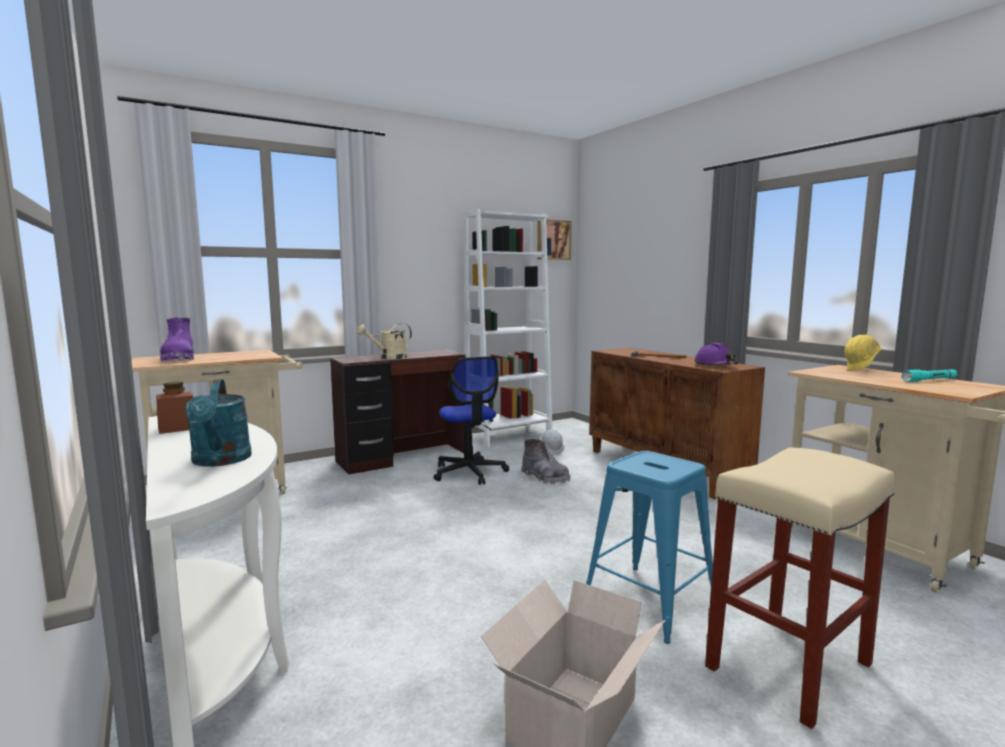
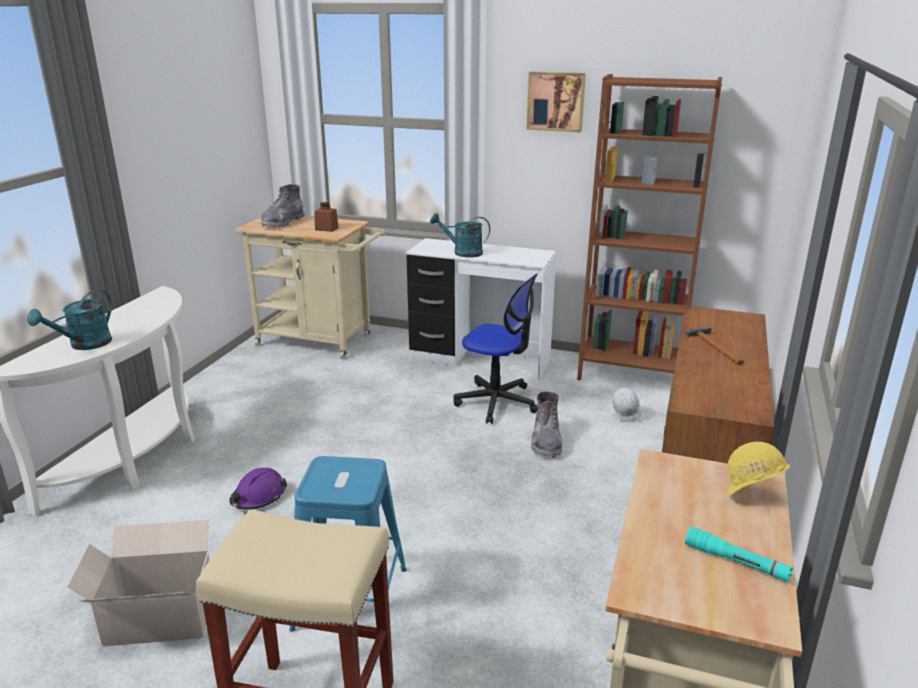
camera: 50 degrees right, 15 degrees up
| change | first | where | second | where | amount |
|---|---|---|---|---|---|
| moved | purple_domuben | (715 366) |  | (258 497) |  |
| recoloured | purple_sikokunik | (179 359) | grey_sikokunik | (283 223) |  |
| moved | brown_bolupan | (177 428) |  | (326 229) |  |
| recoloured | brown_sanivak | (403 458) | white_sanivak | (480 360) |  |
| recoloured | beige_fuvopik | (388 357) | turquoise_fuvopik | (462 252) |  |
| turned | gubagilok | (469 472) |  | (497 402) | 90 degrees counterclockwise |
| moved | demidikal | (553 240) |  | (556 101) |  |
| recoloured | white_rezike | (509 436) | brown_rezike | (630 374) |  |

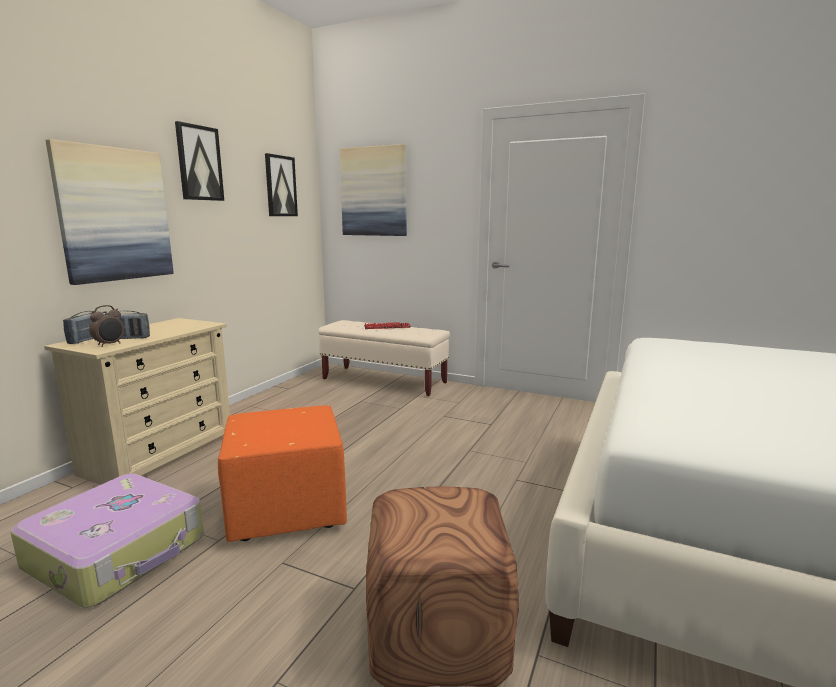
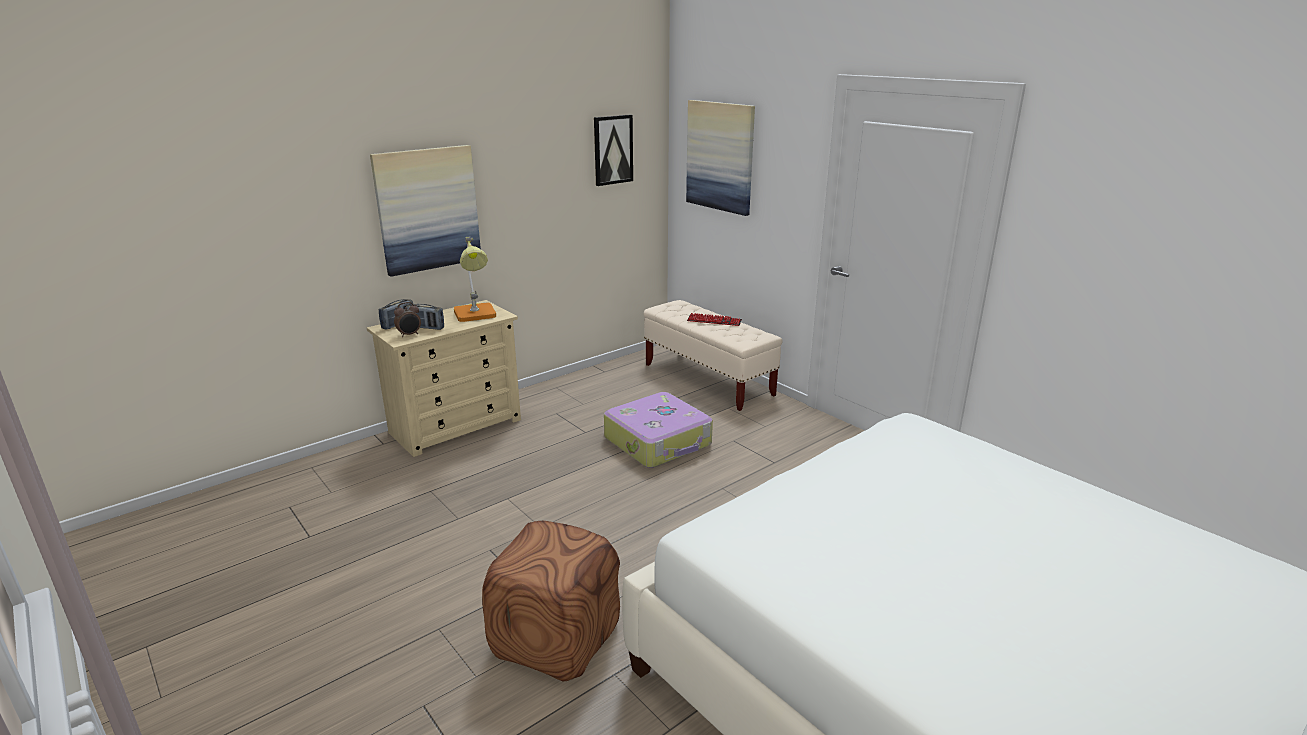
camera: 25 degrees right, 10 degrees up
| change | first | where | second | where | amount |
|---|---|---|---|---|---|
| added |  |  | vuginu | (476 315) |  |
| moved | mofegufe | (119 552) |  | (659 442) |  |
| removed | demidikal | (199 163) |  |  |  |
| removed | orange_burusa | (287 509) |  |  |  |

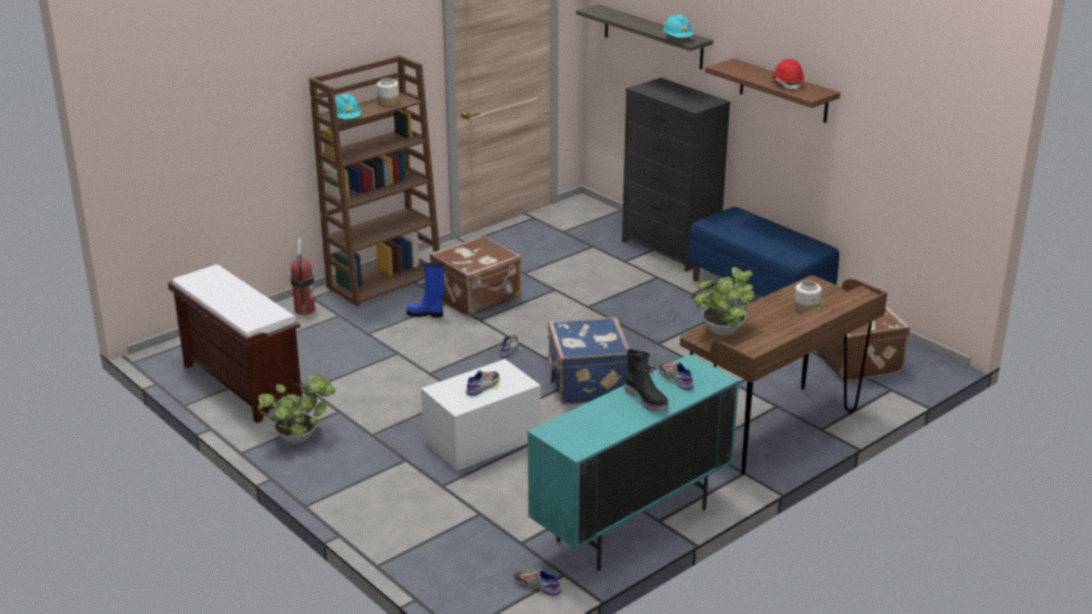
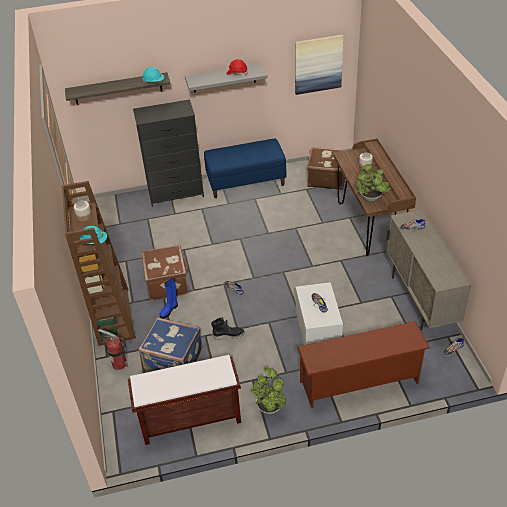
camera: 60 degrees left, 15 degrees up
| change | first | where | second | where | amount |
|---|---|---|---|---|---|
| moved | blue_mofegufe | (586 384) |  | (173 360) |  |
| recoloured | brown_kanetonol | (783 91) | grey_kanetonol | (224 78) |  |
| moved | black_sikokunik | (647 400) |  | (228 335) |  |
| added |  |  | demidikal | (318 64) |  |
| added |  |  | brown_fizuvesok | (359 383) |  |
| recoloured | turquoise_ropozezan | (632 525) | beige_ropozezan | (420 300) |  |

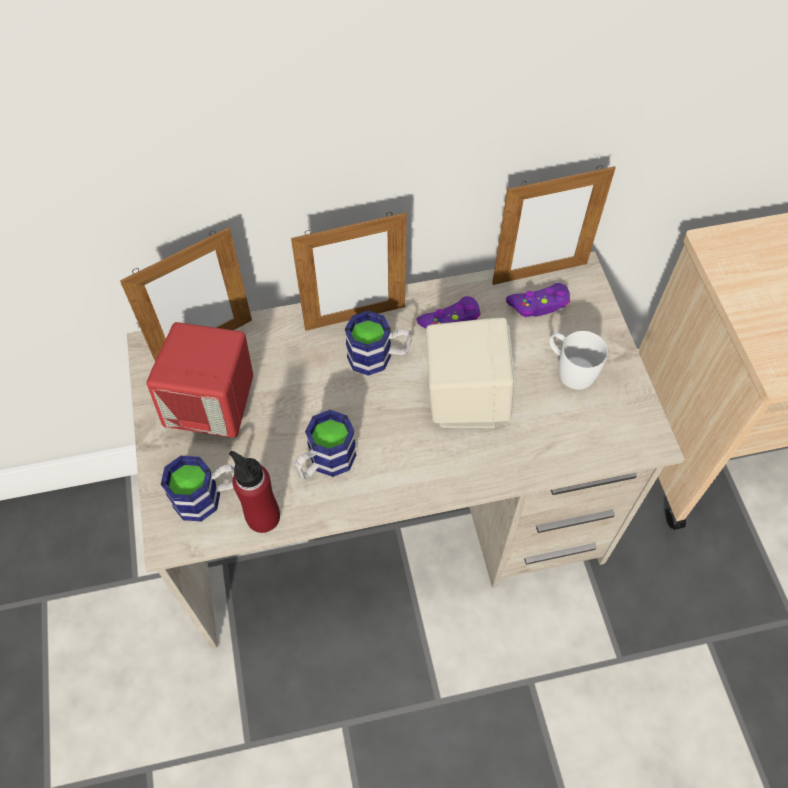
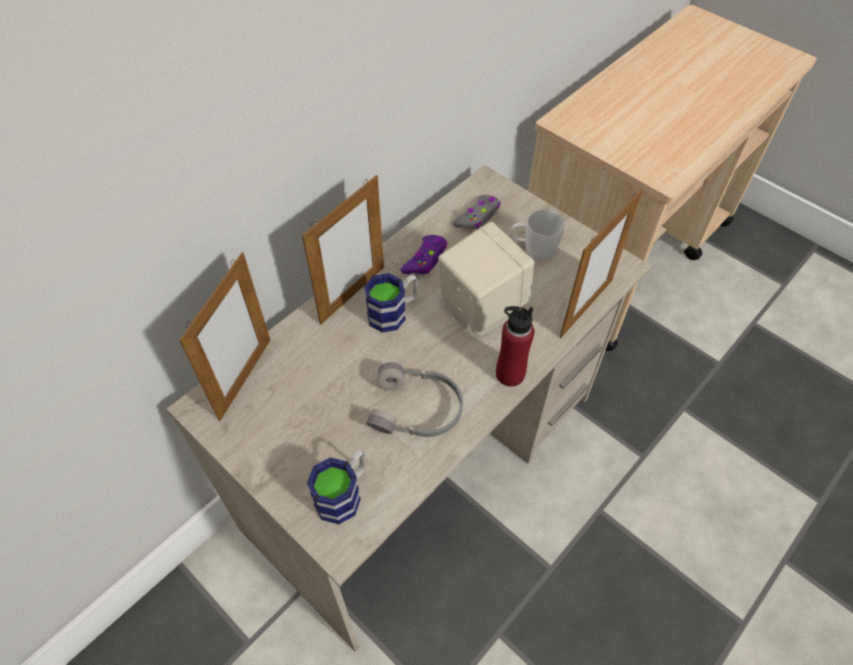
camera: 35 degrees left, 5 degrees down
| change | first | where | second | where | amount |
|---|---|---|---|---|---|
| replaced | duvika | (325 462) | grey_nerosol | (416 410) |  |
| recoloured | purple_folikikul | (539 304) | grey_folikikul | (477 217) |  |
| moved | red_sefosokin | (263 516) |  | (510 374) |  |
| moved | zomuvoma | (539 273) |  | (586 308) |  |
| removed | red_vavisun | (214 407) |  |  |  |

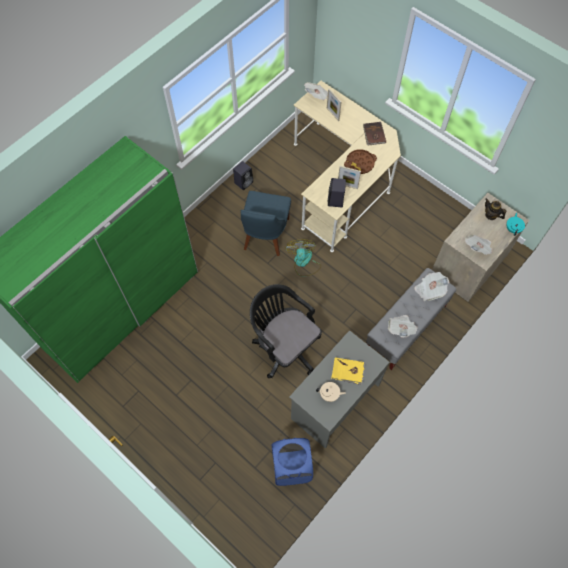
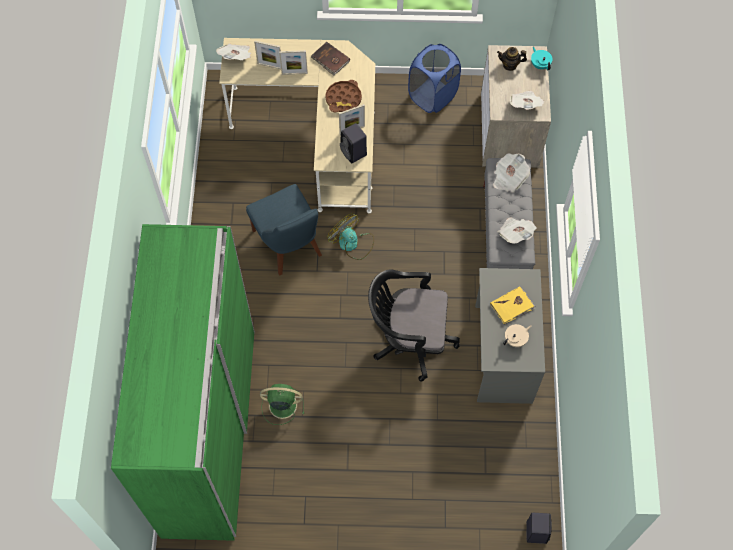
camera: 40 degrees left, 0 degrees up
| change | first | where | second | where | amount |
|---|---|---|---|---|---|
| added |  |  | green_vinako | (281 405) |  |
| added |  |  | zomuvoma | (294 73) |  |
| moved | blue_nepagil | (291 468) |  | (432 96) |  |
| moved | black_vavisun | (244 182) |  | (536 531) |  |

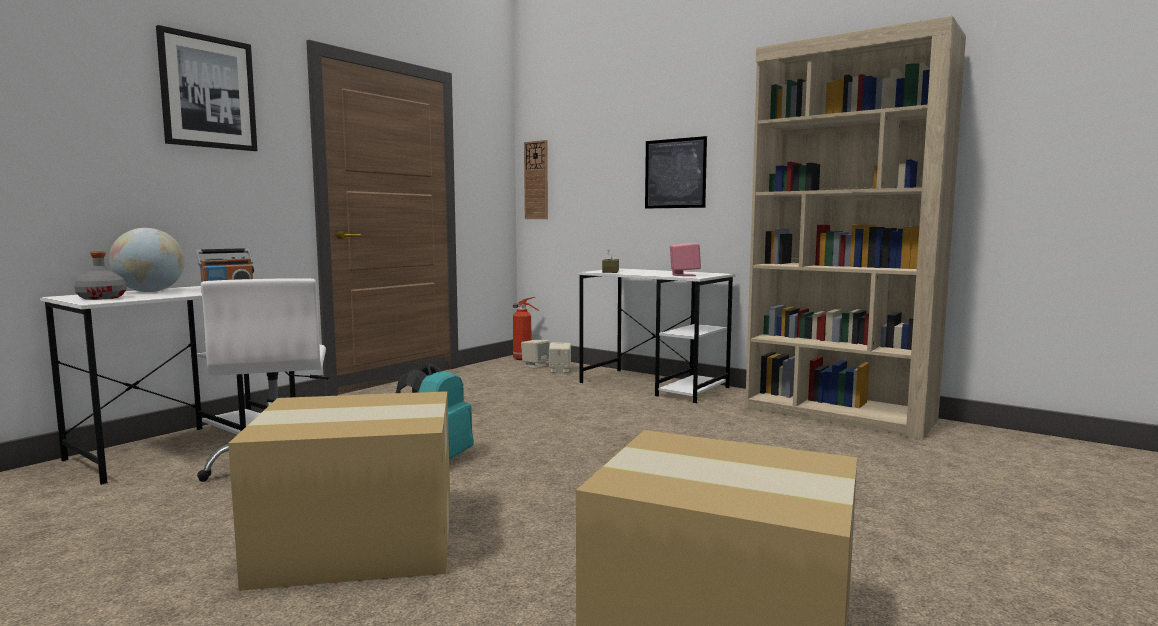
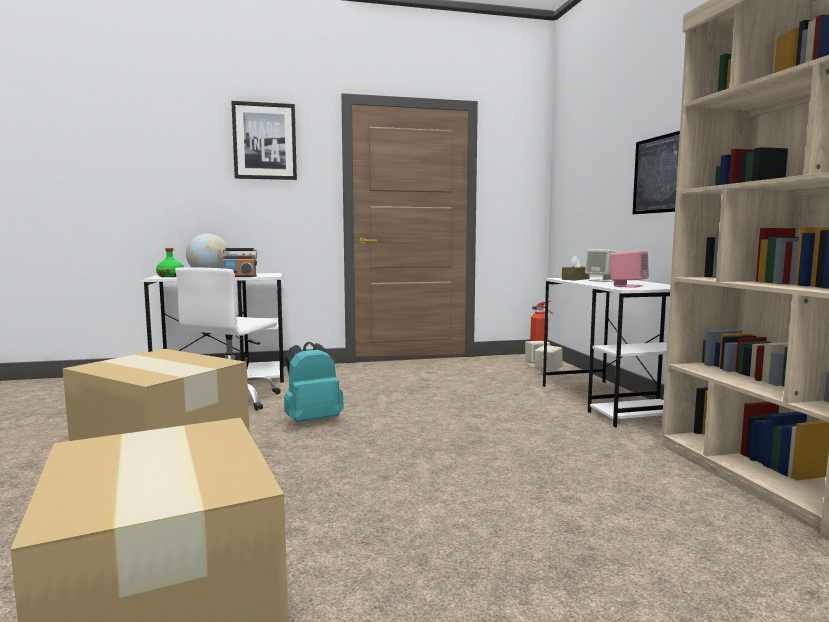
camera: 40 degrees right, 0 degrees up
| change | first | where | second | where | amount |
|---|---|---|---|---|---|
| recoloured | grey_sefosokin | (102 298) | green_sefosokin | (171 276) |  |
| added |  |  | beige_vavisun | (602 280) |  |
| removed | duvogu | (536 180) |  |  |  |

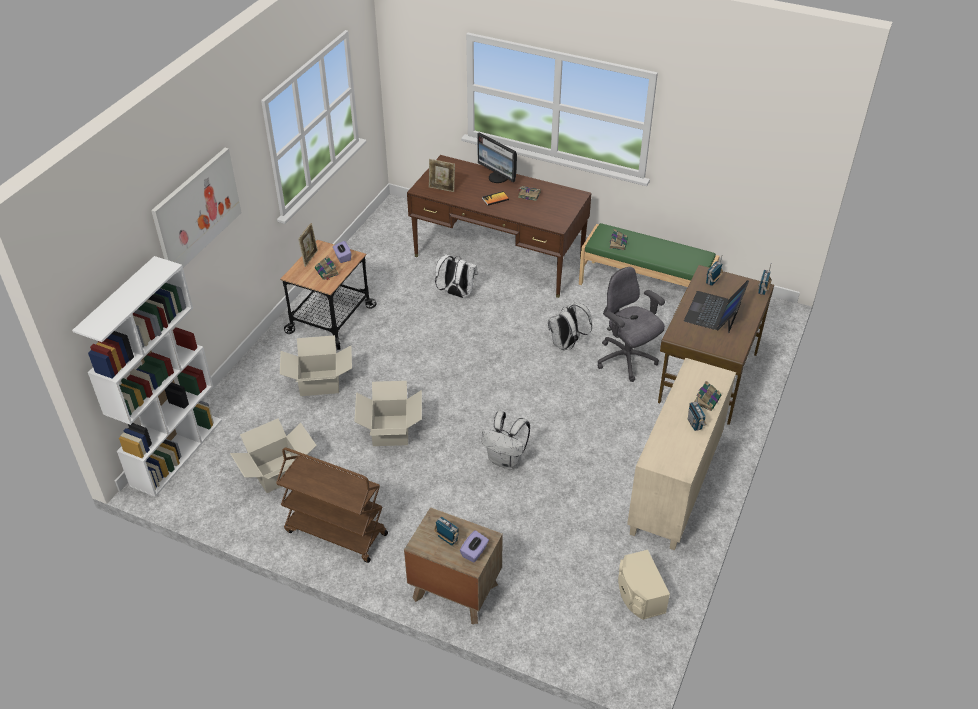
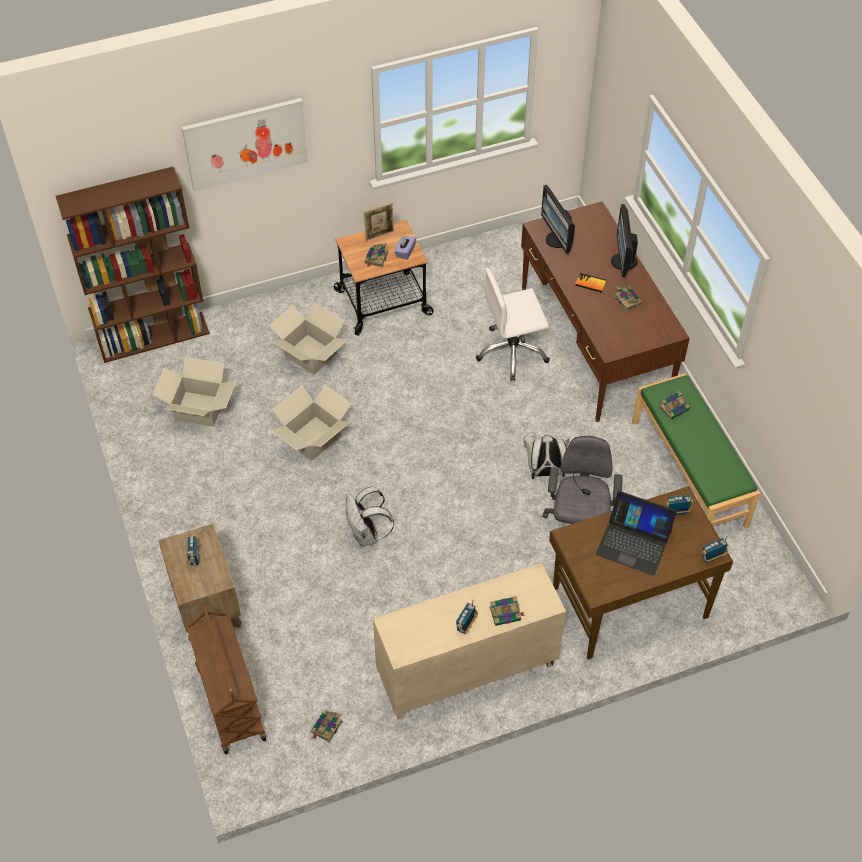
camera: 45 degrees right, 10 degrees up
| change | first | where | second | where | amount |
|---|---|---|---|---|---|
| recoloured | white_rezike | (177 451) | brown_rezike | (154 336) |  |
| moved | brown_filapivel | (335 533) |  | (230 702) |  |
| replaced | beige_vavisun | (639 595) | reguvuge | (326 727) |  |
| replaced | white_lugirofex | (456 294) | white_gubagilok | (512 352) |  |
| replaced | zomuvoma | (442 189) | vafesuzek | (557 240) |  |
| turned | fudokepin | (714 312) |  | (634 542) | 135 degrees counterclockwise |
| removed | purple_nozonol | (474 552) |  |  |  |

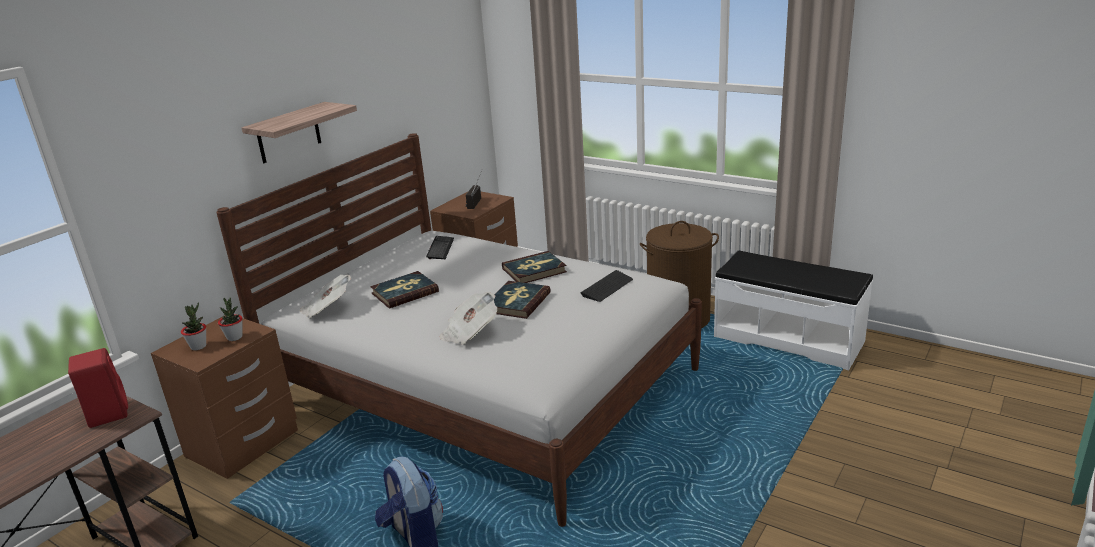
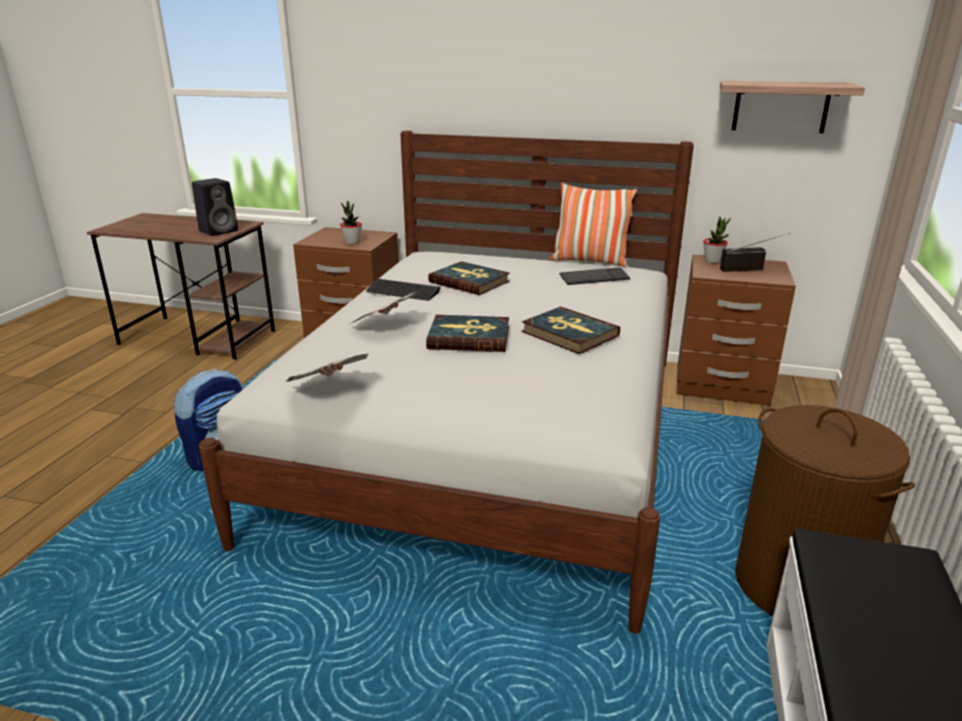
camera: 70 degrees right, 0 degrees up
| change | first | where | second | where | amount |
|---|---|---|---|---|---|
| recoloured | red_vavisun | (107 413) | black_vavisun | (219 231) |  |
| moved | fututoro | (327 309) |  | (328 389) |  |
| moved | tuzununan | (607 287) |  | (403 291) |  |
| added |  |  | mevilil | (589 261) |  |
| moved | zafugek | (198 346) |  | (712 261) |  |
| moved | kanetonol | (288 133) |  | (780 107) |  |

